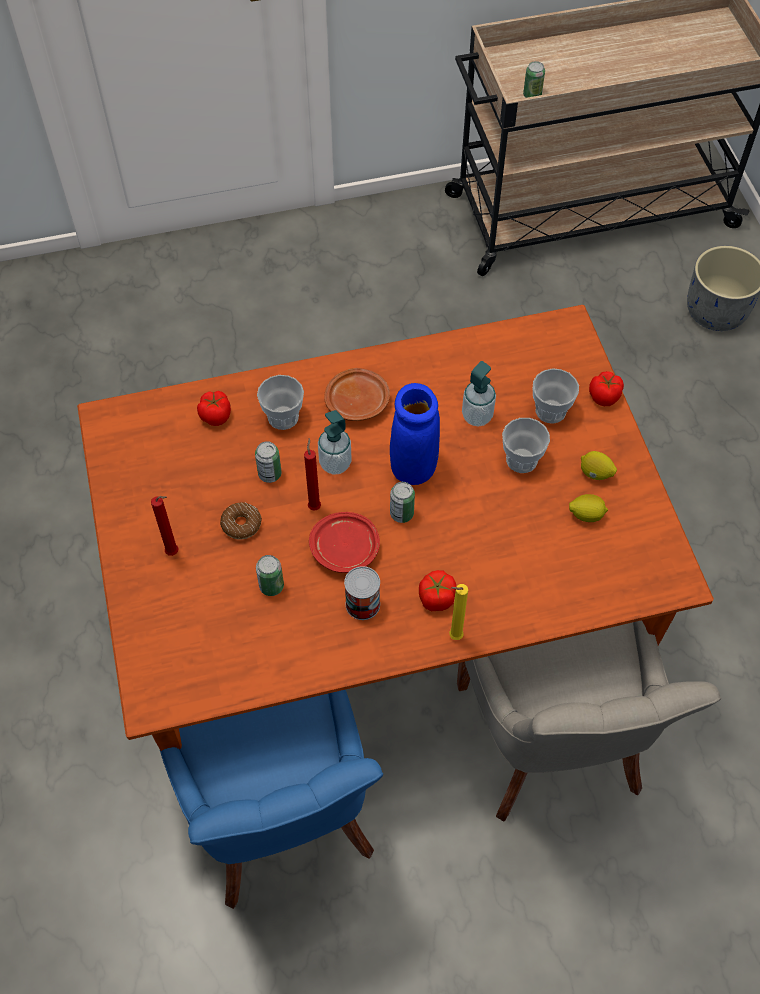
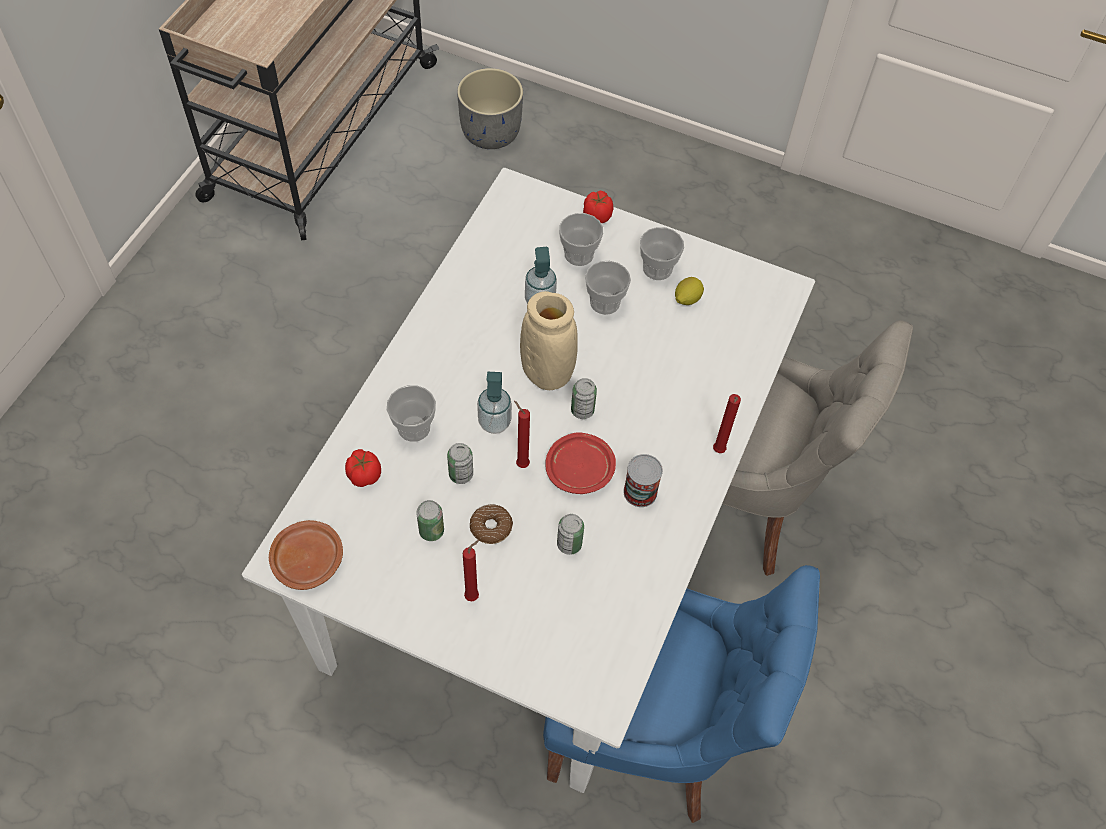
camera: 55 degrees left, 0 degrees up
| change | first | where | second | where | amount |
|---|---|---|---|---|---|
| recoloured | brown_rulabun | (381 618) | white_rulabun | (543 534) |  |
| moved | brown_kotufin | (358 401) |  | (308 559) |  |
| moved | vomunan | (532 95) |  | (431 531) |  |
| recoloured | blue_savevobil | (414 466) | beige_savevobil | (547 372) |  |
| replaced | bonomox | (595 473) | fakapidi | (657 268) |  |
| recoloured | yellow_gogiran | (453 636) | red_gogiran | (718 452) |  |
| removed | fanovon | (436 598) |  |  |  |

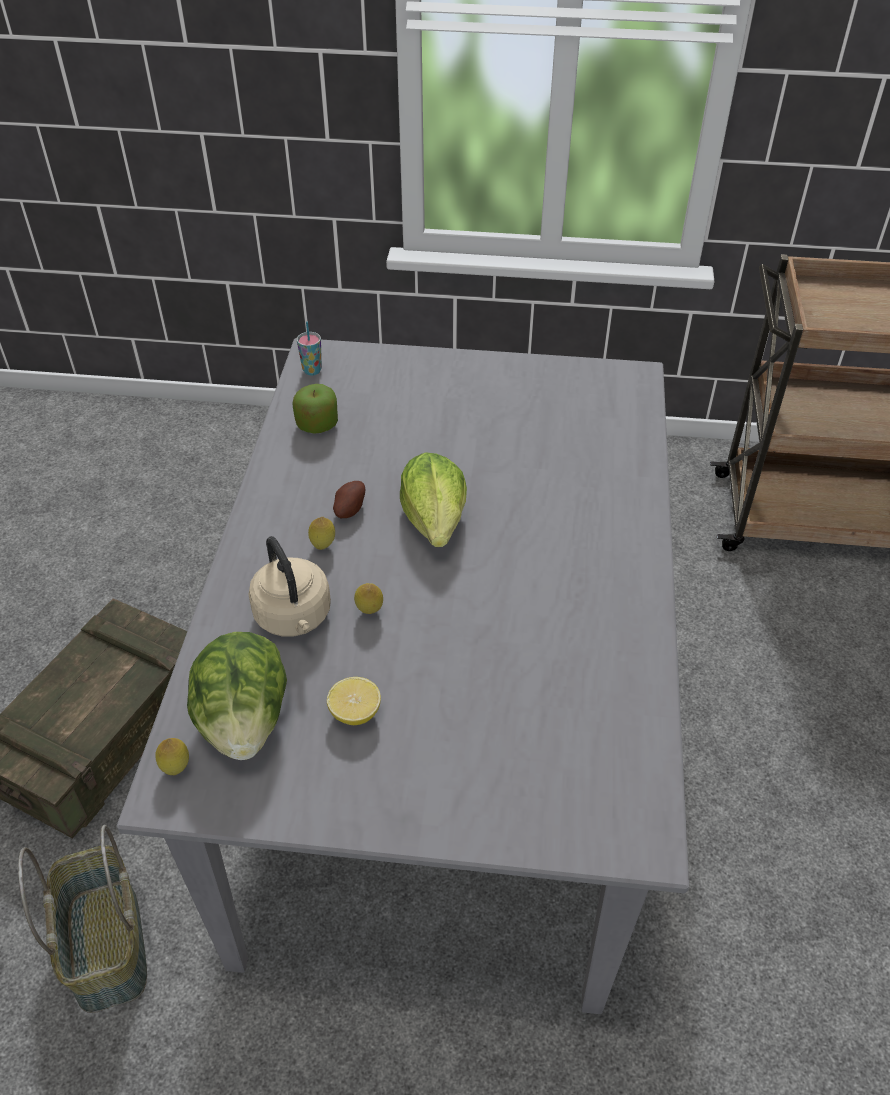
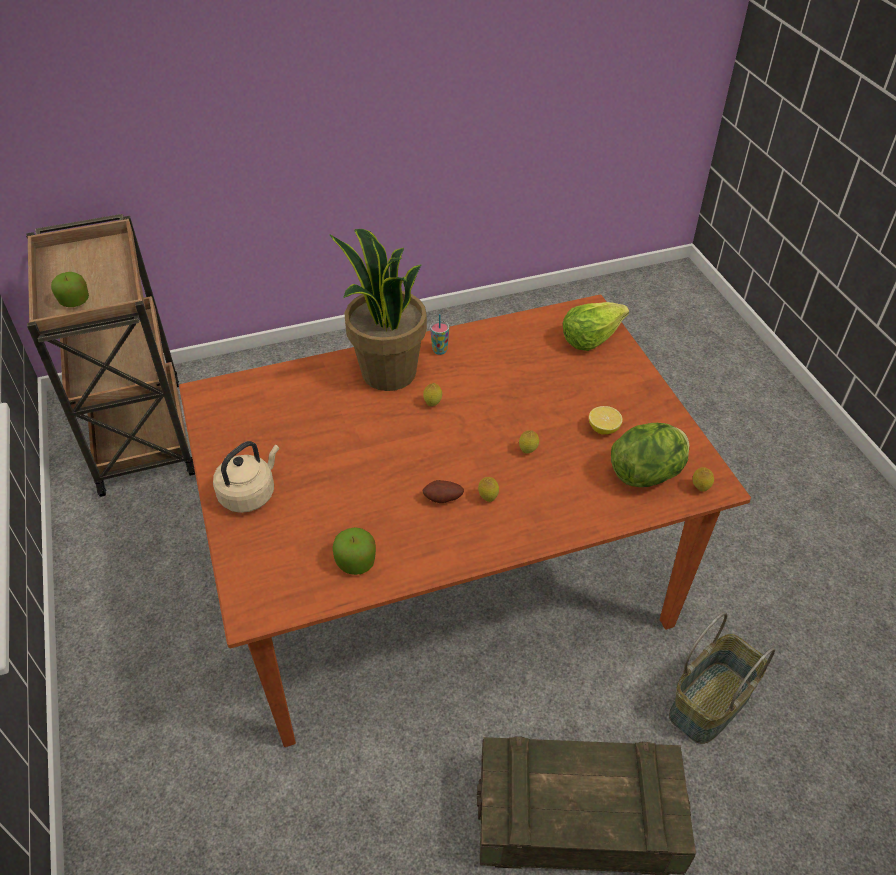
camera: 115 degrees left, 0 degrees up
| change | first | where | second | where | amount |
|---|---|---|---|---|---|
| added |  |  | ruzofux | (74 301) |  |
| recoloured | grey_rulabun | (446 740) | brown_rulabun | (448 579) |  |
| moved | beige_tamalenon | (294 618) |  | (249 493) |  |
| added |  |  | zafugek | (387 373) |  |
| added |  |  | bonomox | (432 404) |  |
| moved | fakapidi | (312 370) |  | (439 350) |  |
| moved | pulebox | (435 520) |  | (590 337) |  |

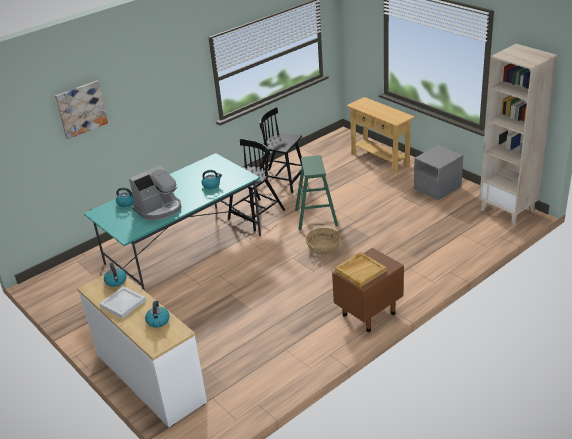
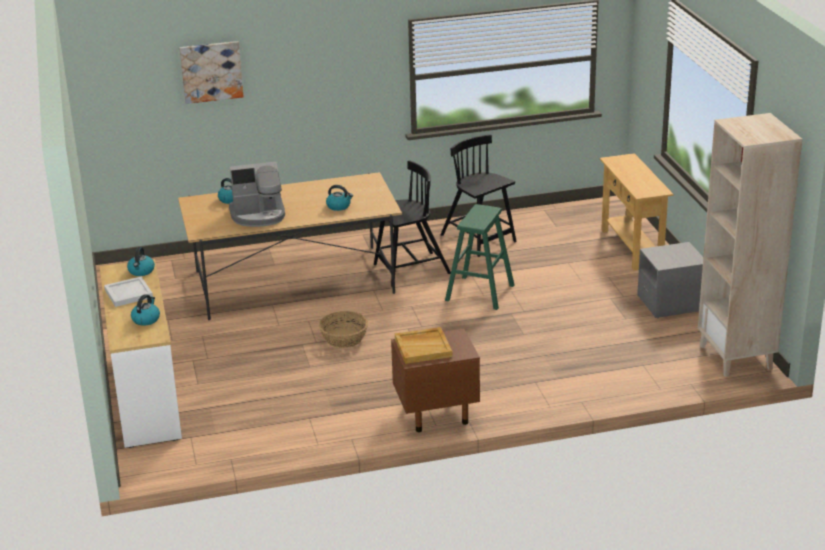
camera: 25 degrees right, 5 degrees down
| change | first | where | second | where | amount |
|---|---|---|---|---|---|
| recoloured | turquoise_rulabun | (183 249) | beige_rulabun | (294 282) |  |
| moved | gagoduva | (323 248) |  | (343 338) |  |

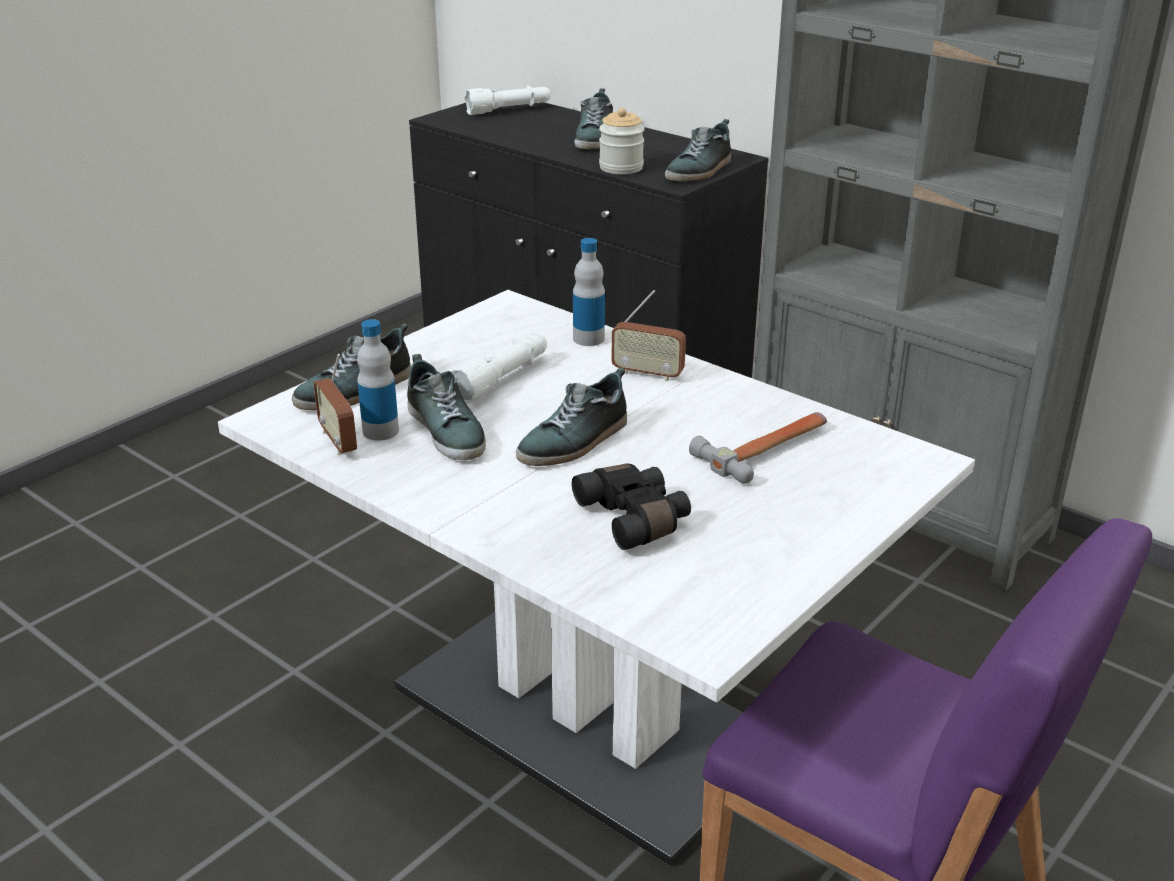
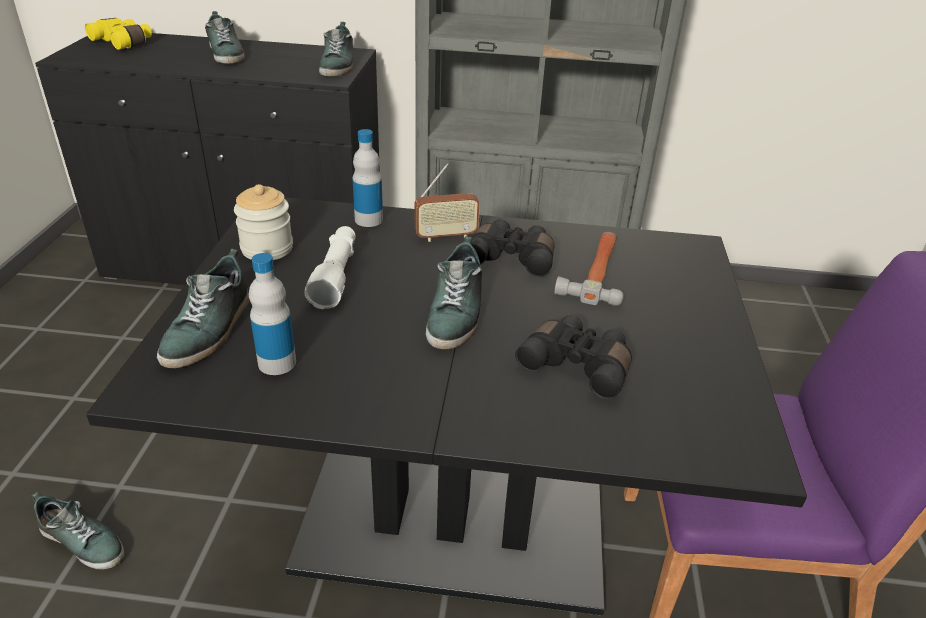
camera: 35 degrees left, 5 degrees up
| change | first | where | second | where | amount |
|---|---|---|---|---|---|
| moved | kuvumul | (447 430) |  | (83 541) |  |
| replaced | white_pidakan | (509 110) | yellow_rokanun | (124 42) |  |
| recoloured | white_rulabun | (587 717) | black_rulabun | (453 524) |  |
| moved | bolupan | (621 168) |  | (267 248) |  |
| added |  |  | black_rokanun | (512 257) |  |
| removed | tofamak | (339 441) |  |  |  |

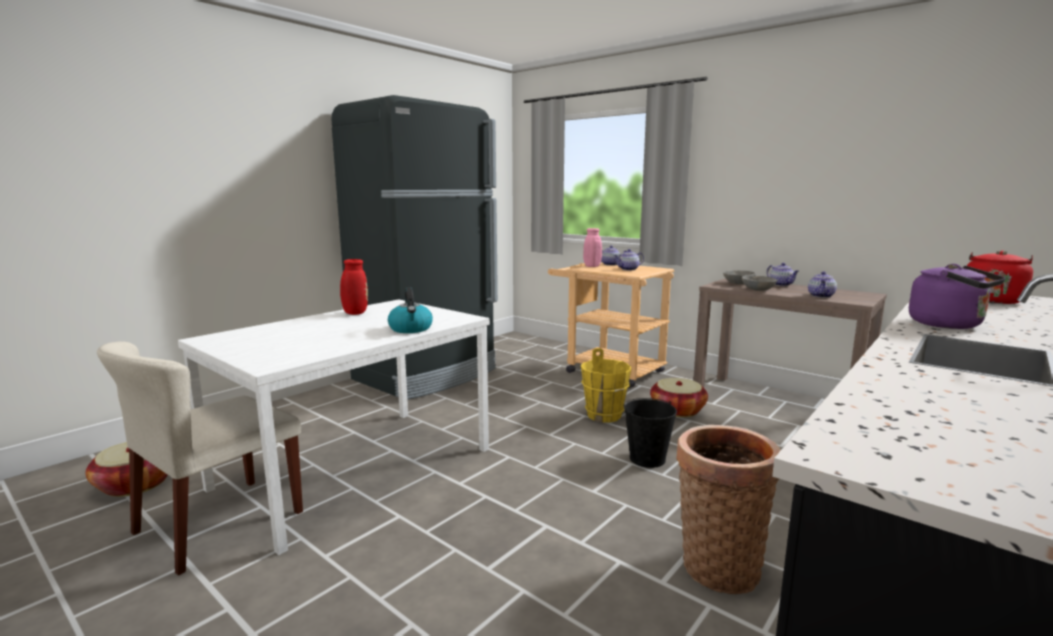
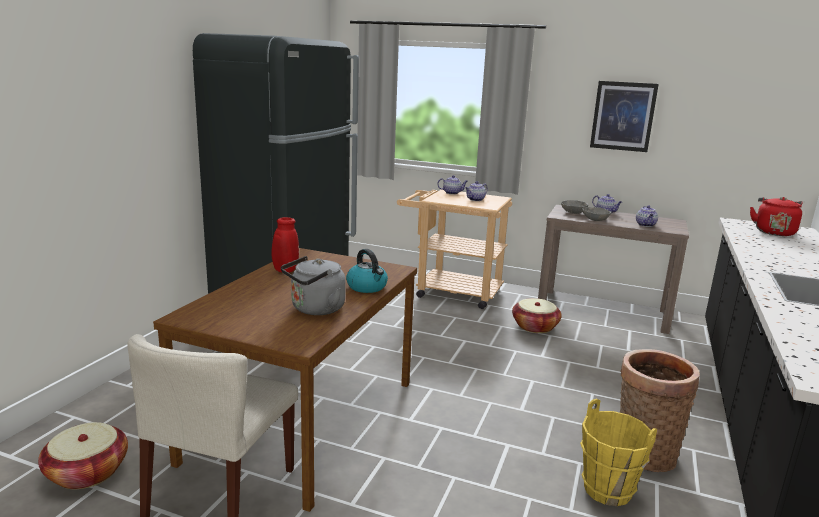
camera: 20 degrees left, 5 degrees up
| change | first | where | second | where | amount |
|---|---|---|---|---|---|
| recoloured | white_rulabun | (356 469) | brown_rulabun | (305 421) |  |
| added |  |  | grey_tamalenon | (315 309) |  |
| moved | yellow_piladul | (603 415) |  | (607 490) |  |
| added |  |  | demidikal | (623 116) |  |
| removed | pink_savevobil | (591 267) |  |  |  |
| removed | black_piladul | (647 459) |  |  |  |
| removed | purple_tamalenon | (949 325) |  |  |  |

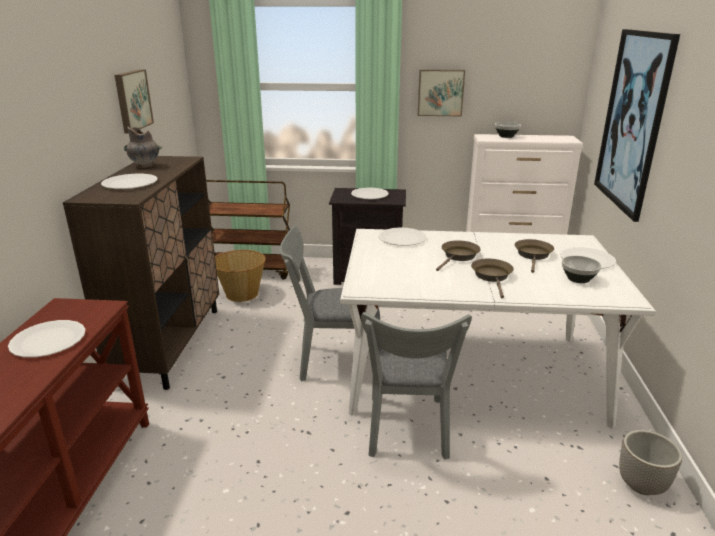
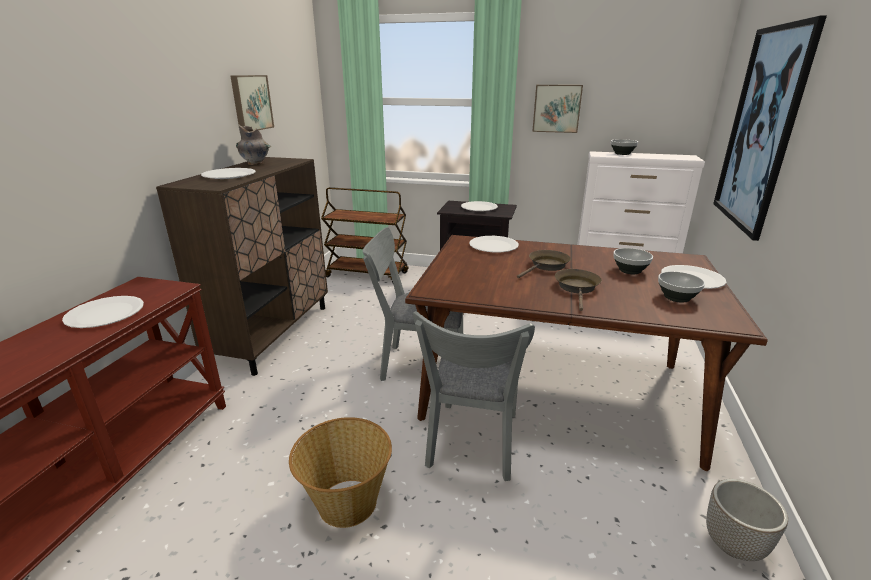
camera: 10 degrees right, 0 degrees up
| change | first | where | second | where | amount |
|---|---|---|---|---|---|
| moved | gagoduva | (241 294) |  | (346 502) |  |
| recoloured | white_rulabun | (472 372) | brown_rulabun | (557 390) |  |
| replaced | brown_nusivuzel | (533 255) | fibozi | (630 270) |  |

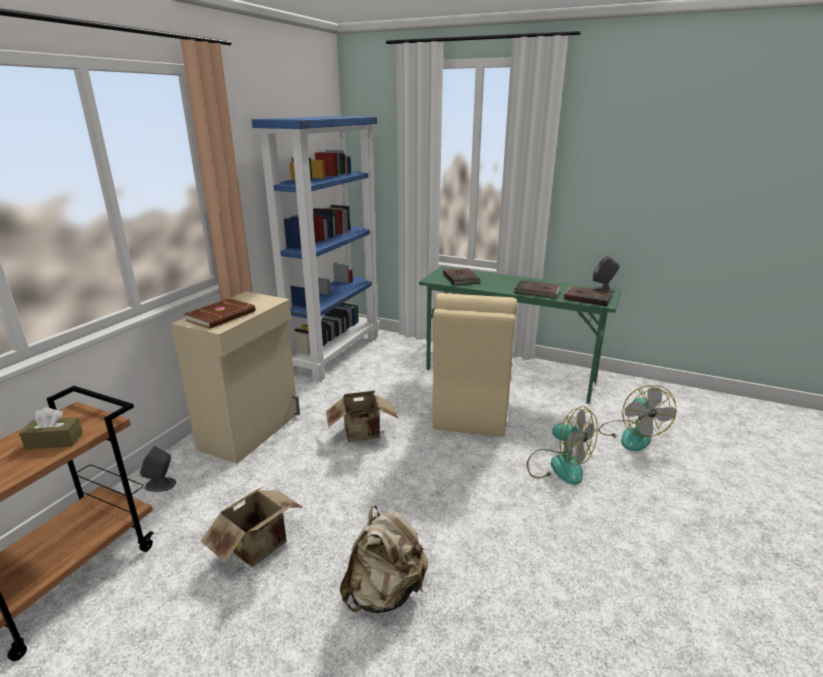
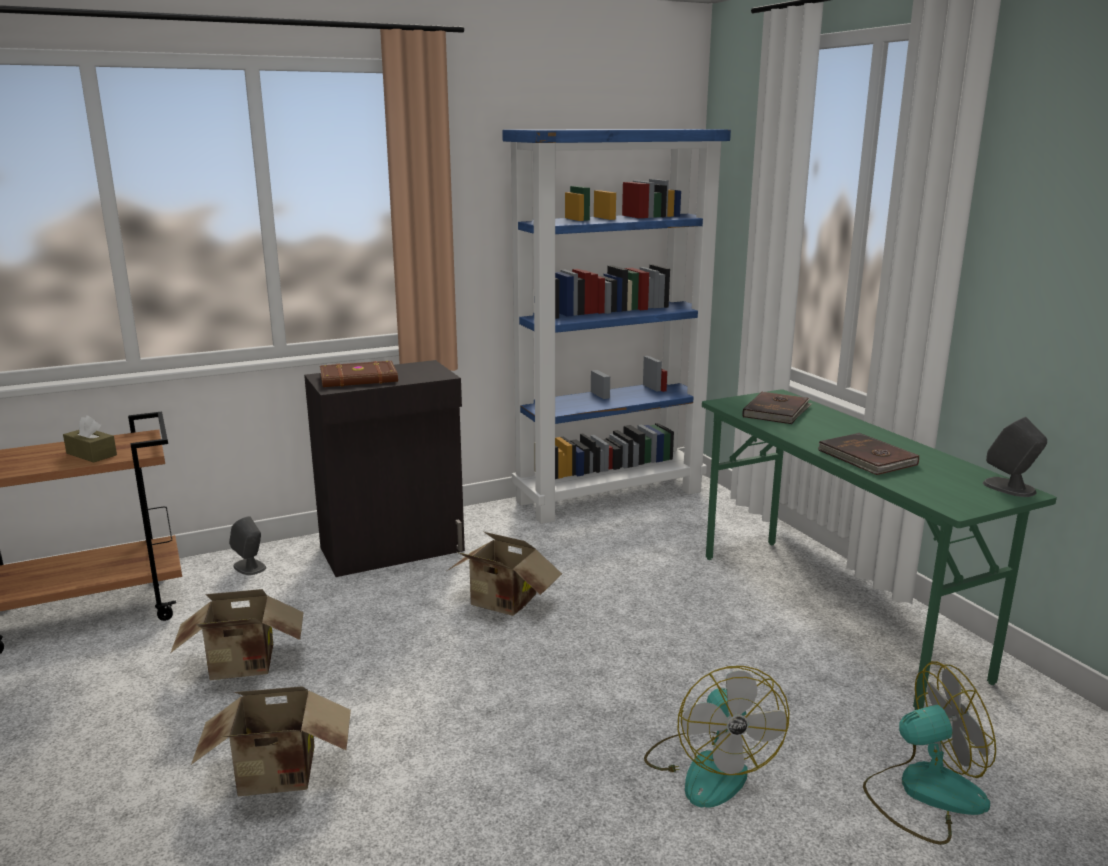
camera: 40 degrees right, 5 degrees down
| change | first | where | second | where | amount |
|---|---|---|---|---|---|
| replaced | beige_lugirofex | (385 592) | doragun | (279 778) |  |
| recoloured | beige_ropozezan | (251 431) | black_ropozezan | (394 550) |  |
| turned | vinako | (631 435) |  | (924 793) | 135 degrees counterclockwise |
| removed | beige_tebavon | (470 411) |  |  |  |
| removed | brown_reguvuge | (587 297) |  |  |  |

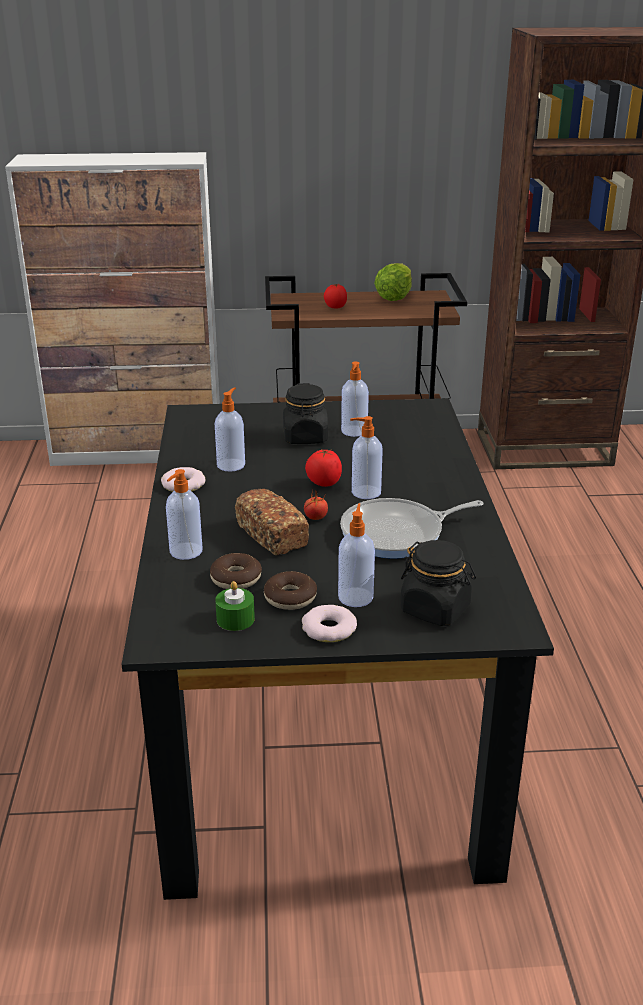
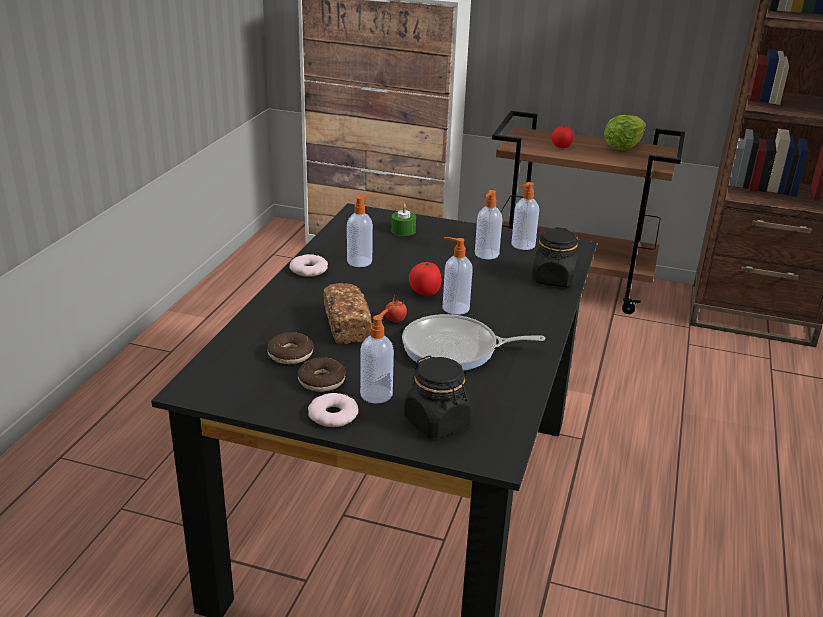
camera: 20 degrees right, 0 degrees up
| change | first | where | second | where | amount |
|---|---|---|---|---|---|
| moved | green_gogiran | (235 619) |  | (403 230) |  |
| moved | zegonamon | (185 552) |  | (522 245) |  |
| moved | black_bolupan | (305 437) |  | (553 279) |  |

